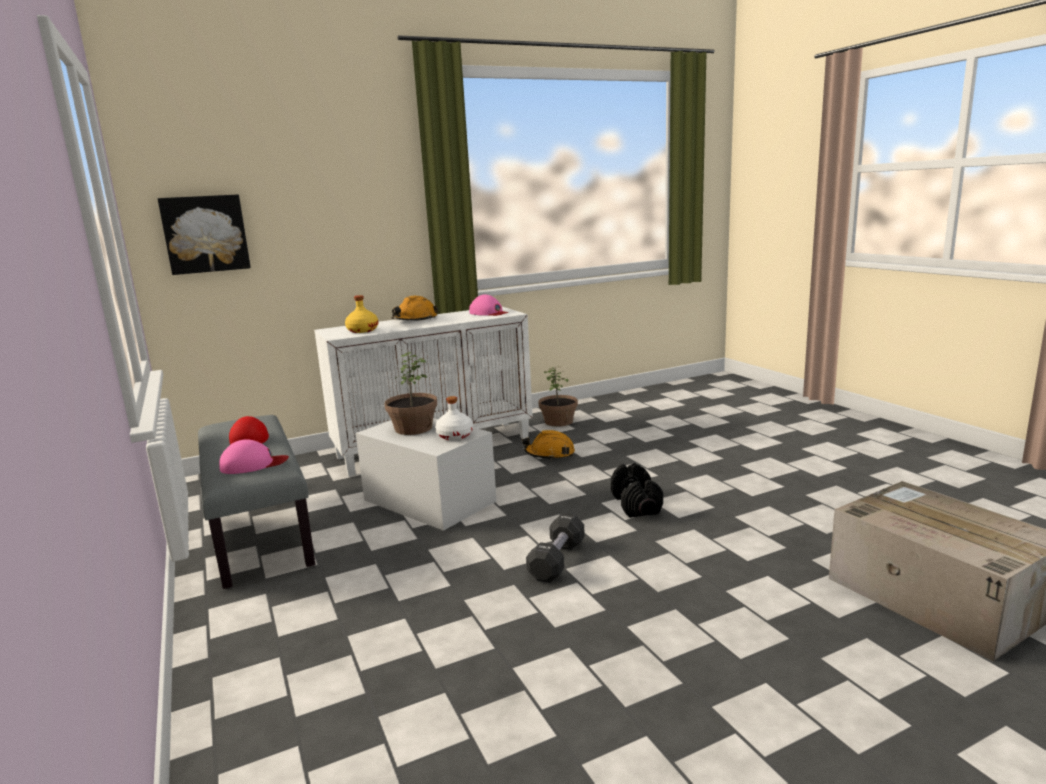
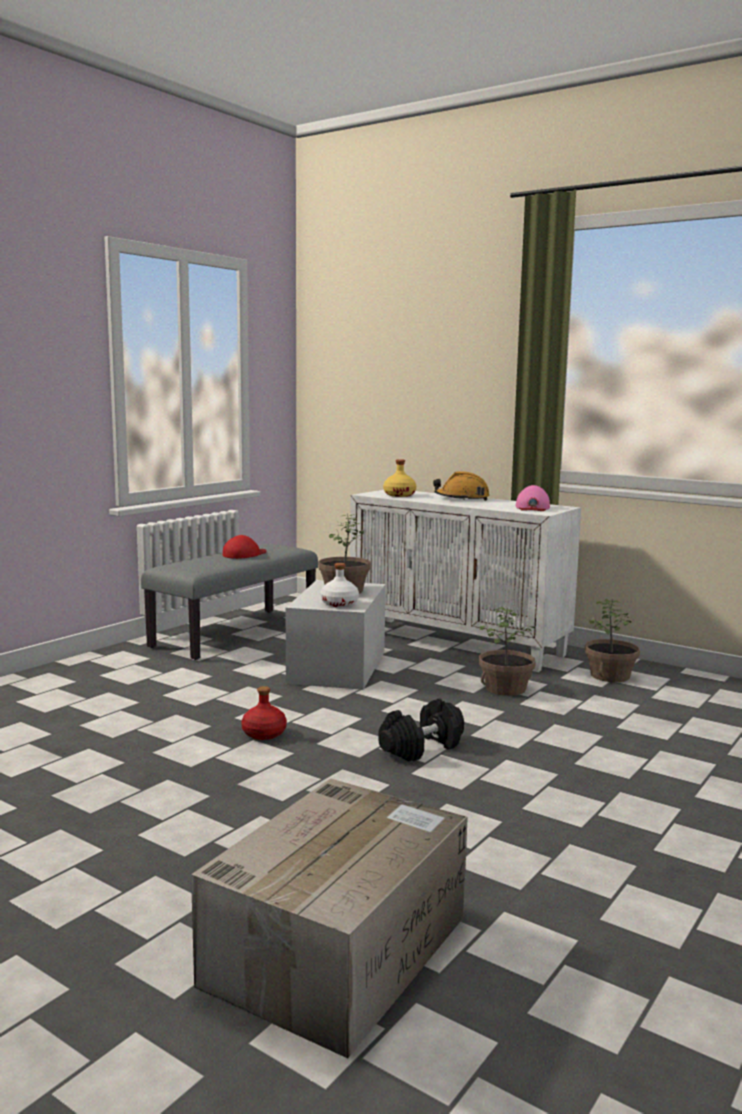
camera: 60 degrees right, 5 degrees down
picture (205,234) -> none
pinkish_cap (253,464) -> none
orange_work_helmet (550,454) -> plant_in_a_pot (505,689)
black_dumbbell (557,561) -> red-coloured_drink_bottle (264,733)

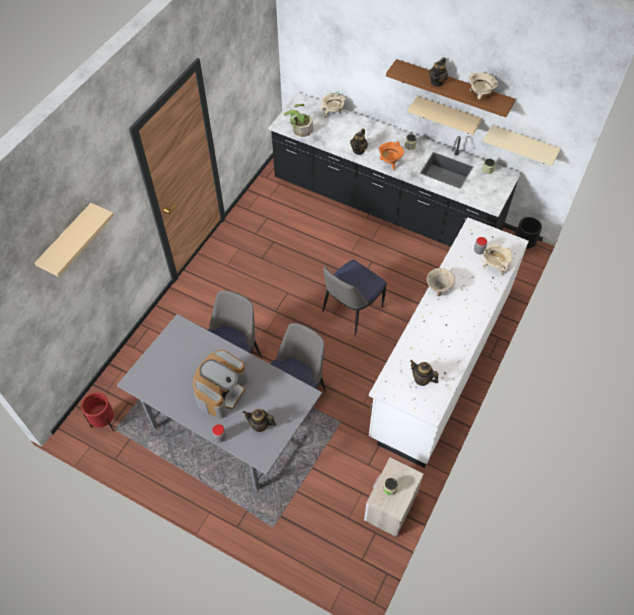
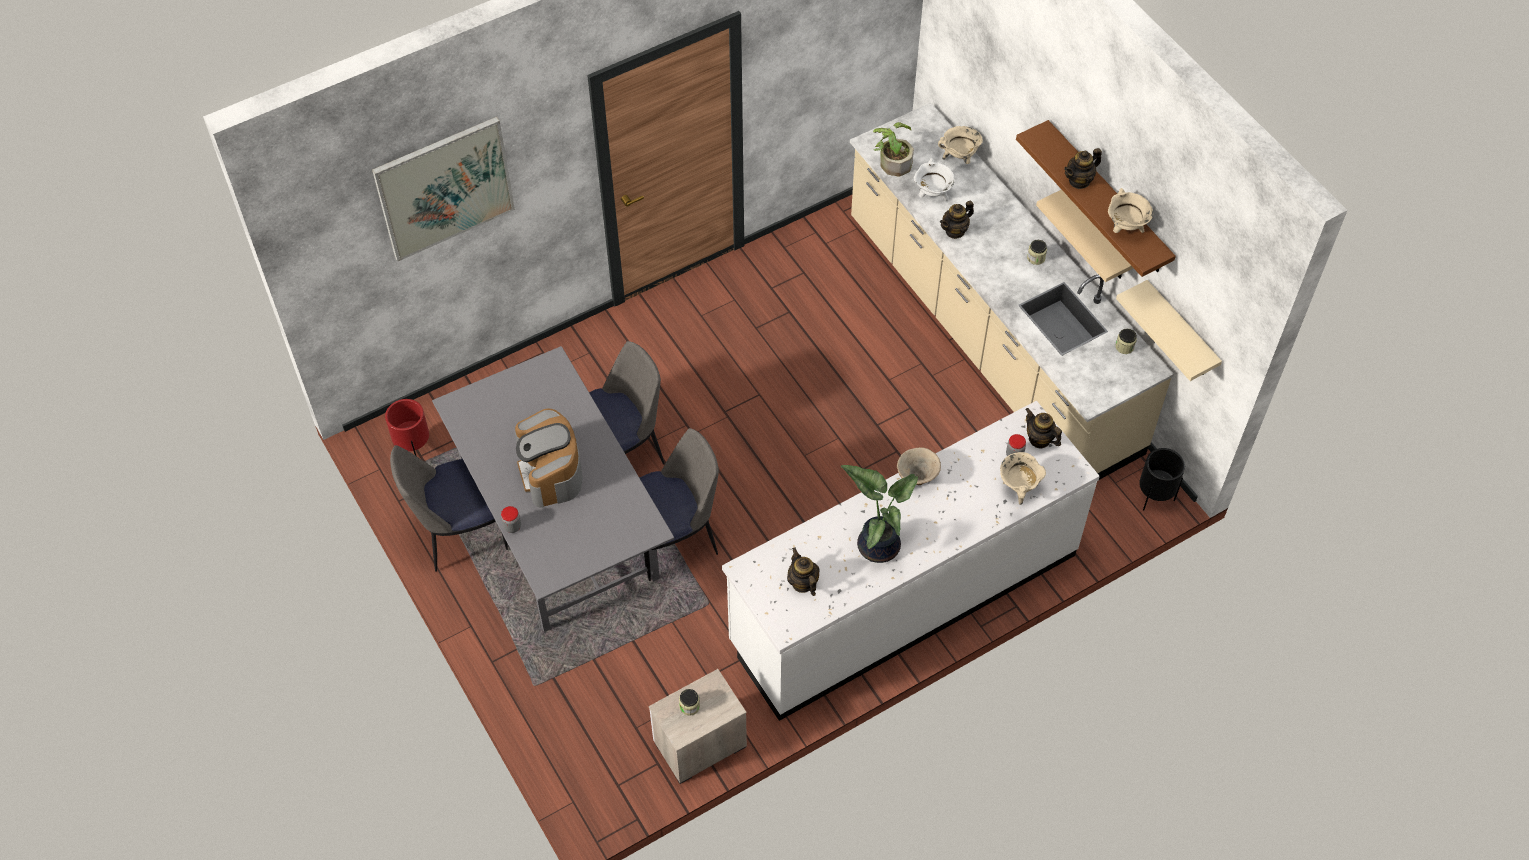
camera: 30 degrees right, 0 degrees up
beige_shelf (67,241) -> picture (444,188)
coffee_machine (221,391) -> coffee_machine (551,472), 105 degrees clockwise
tea_pot (260,425) -> tea_pot (1039,439), shifted
black_counter (385,206) -> beige_counter (990,336)
plain_chair (351,311) -> plain_chair (460,533), shifted
orange_stockpot (390,163) -> none
none -> plant_in_a_pot (878,544)
none -> white_stockpot (932,195)

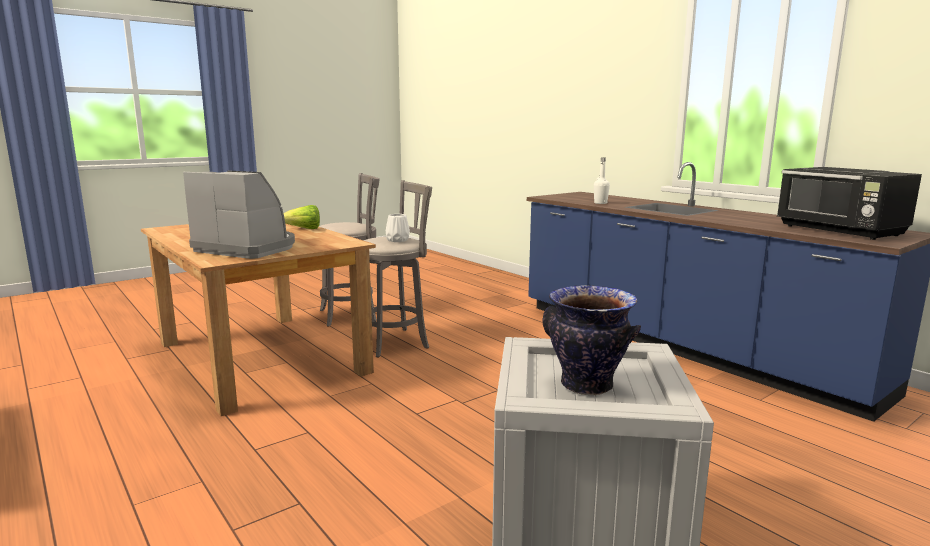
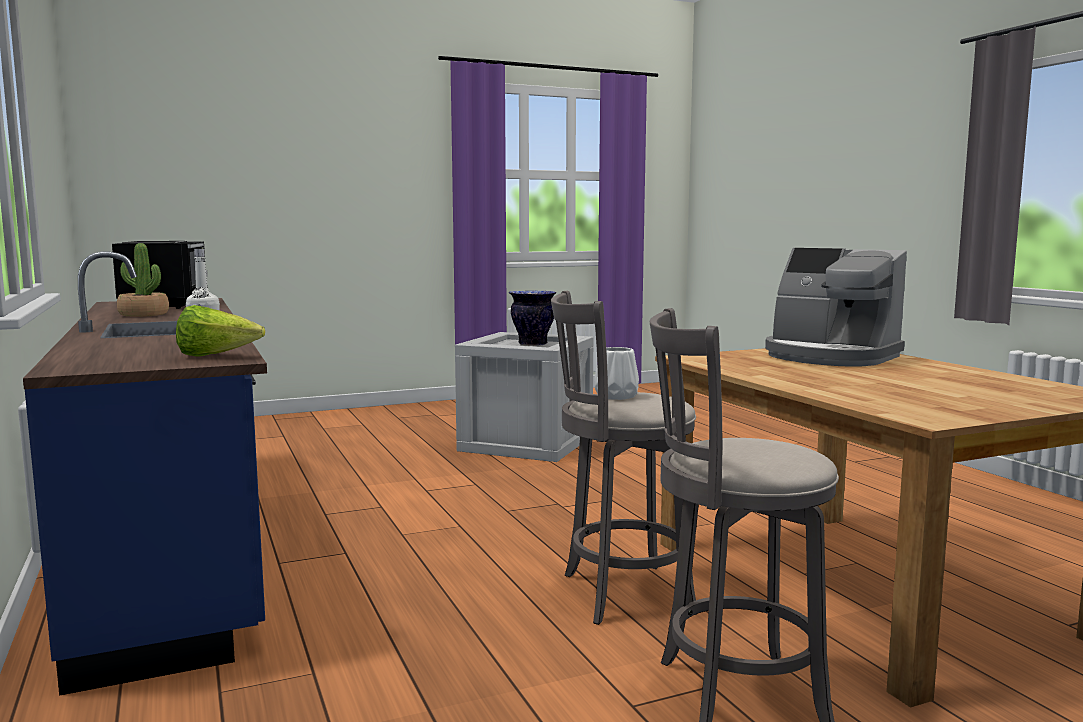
camera: 165 degrees left, 5 degrees down
lettuce (303,229) -> lettuce (216,356), shifted
none -> plant_in_a_pot (143,314)

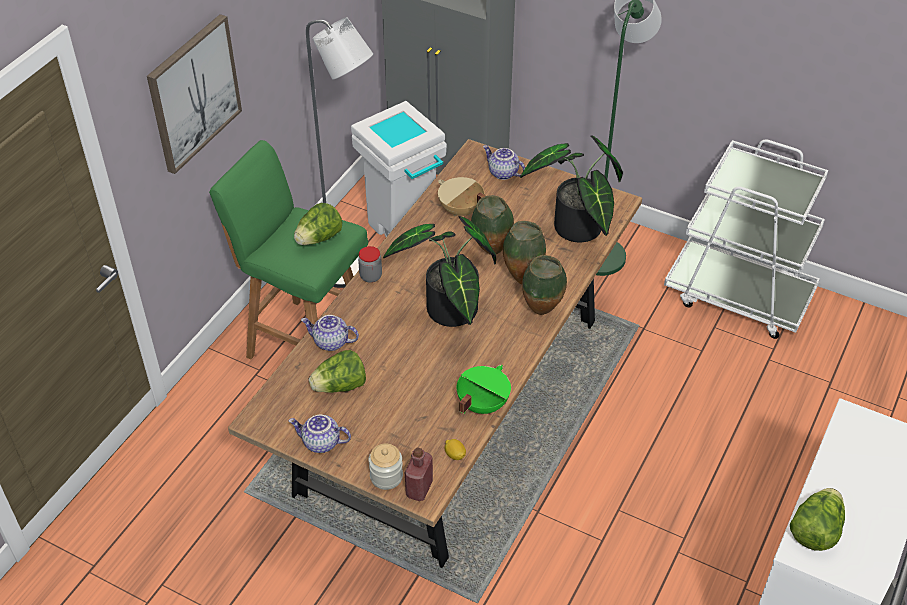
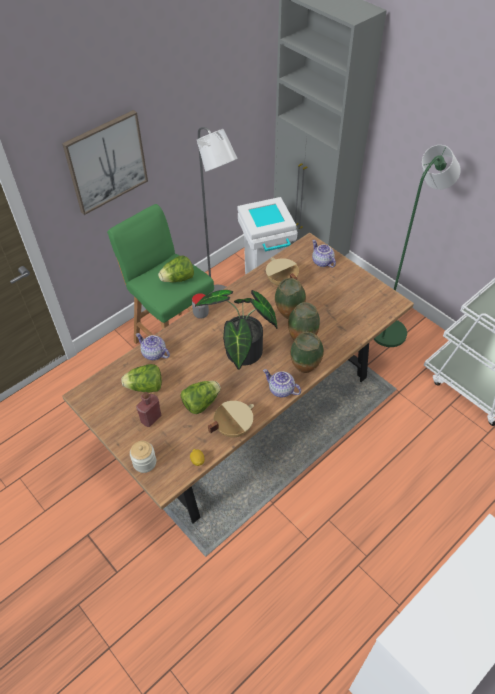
camera: 20 degrees right, 5 degrees up
tea_pot (320,443) -> tea_pot (280,390), shifted
red-coloured_drink_bottle (419,489) -> red-coloured_drink_bottle (151,418), shifted
green_stockpot (481,404) -> beige_stockpot (233,427)
plant_in_a_pot (576,231) -> none
lettuce (815,530) -> lettuce (201,403), shifted

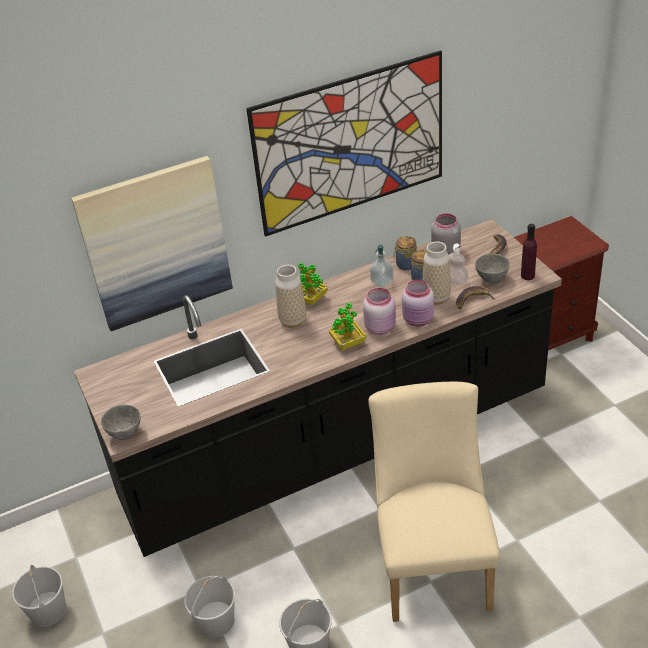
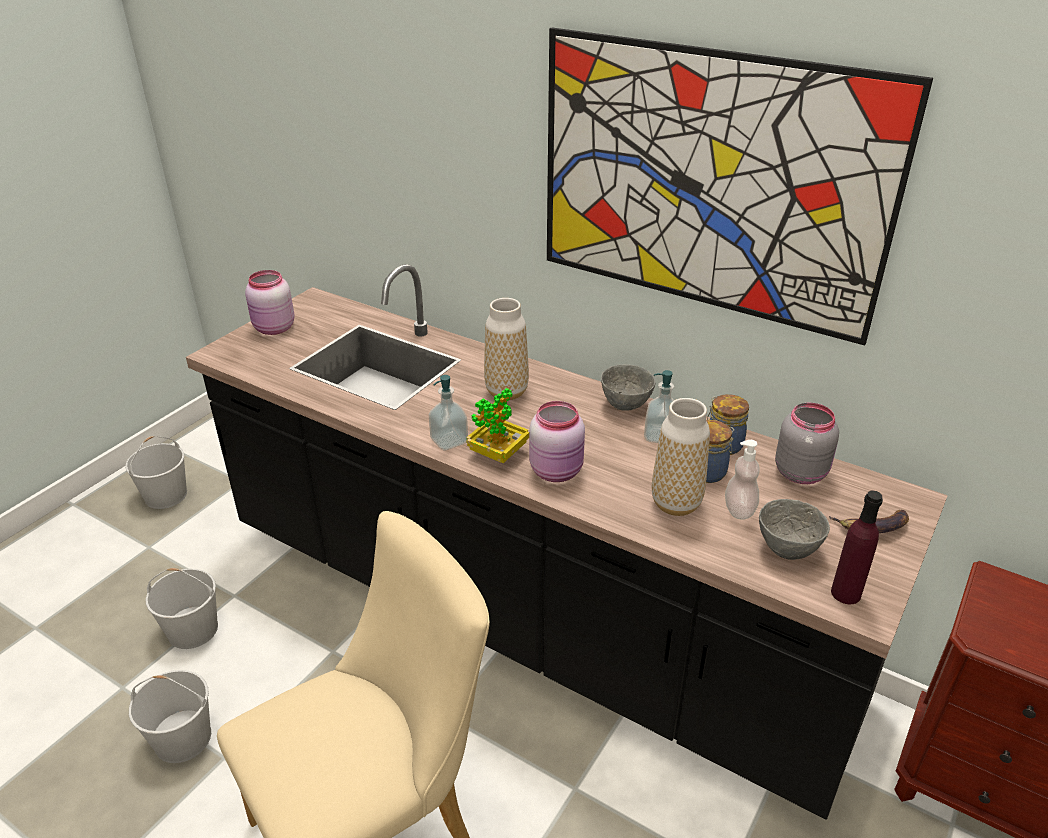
camera: 55 degrees right, 5 degrees down
picture (155,243) -> none
gray_bowl (125,433) -> gray_bowl (626,405), shifted
plant_in_a_pot (310,299) -> none
pinkish_storage_jar (419,320) -> pinkish_storage_jar (273,329), shifted
banana_fruit (472,300) -> none
none -> soap_bottle (449,441)

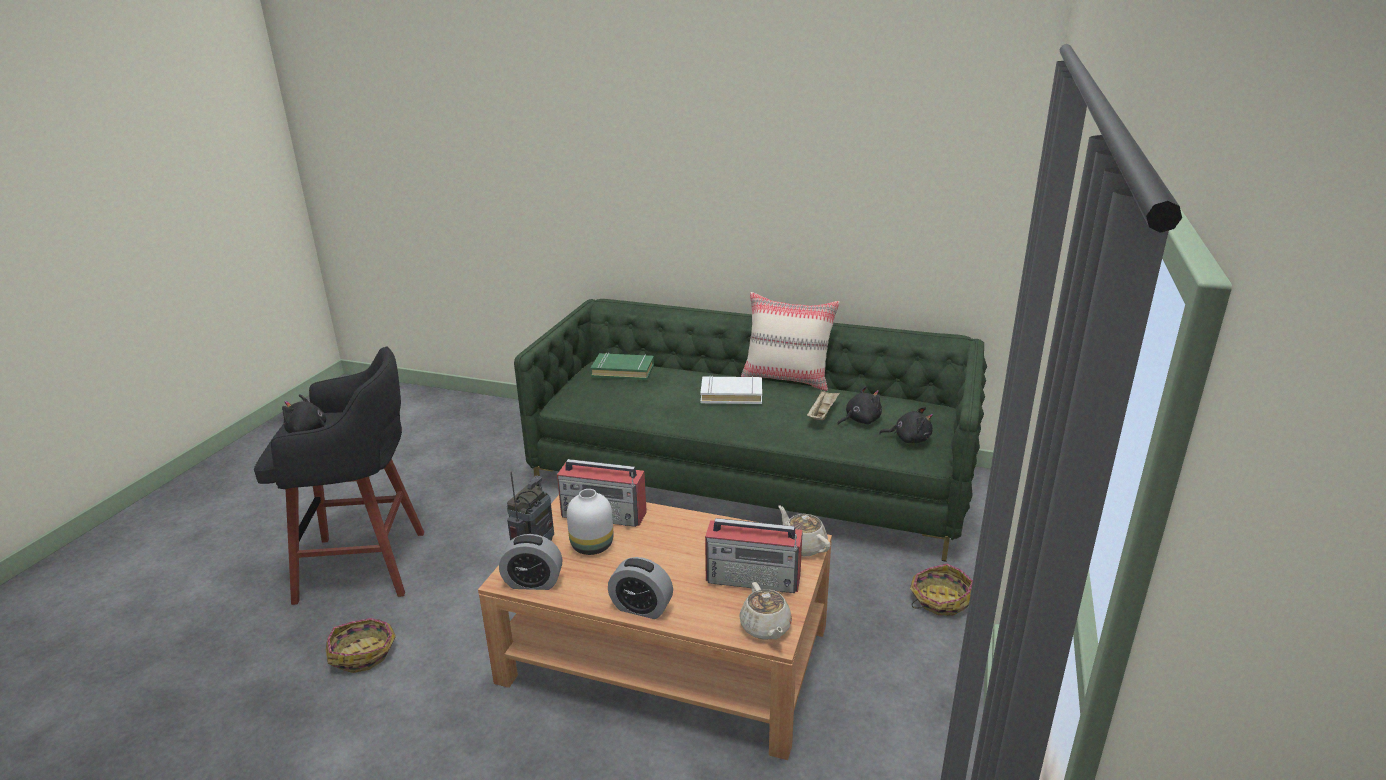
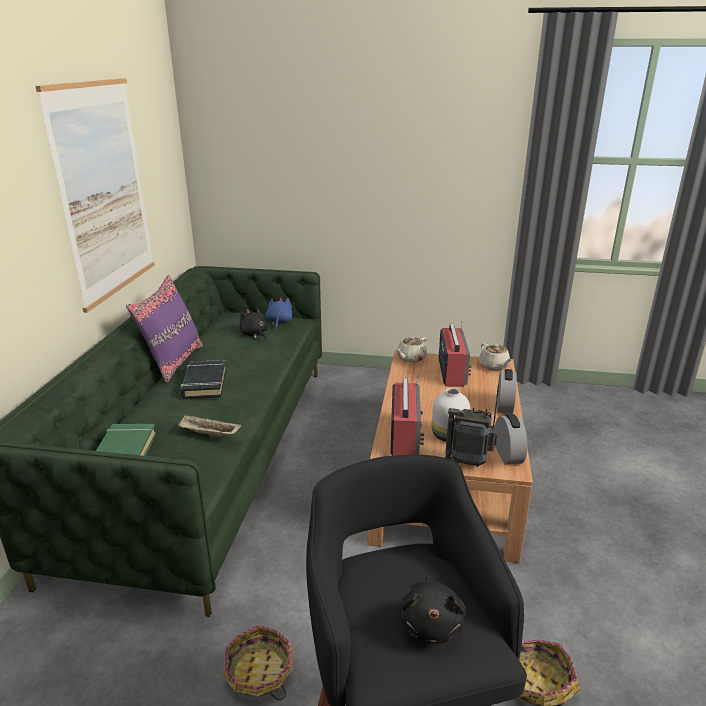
camera: 100 degrees left, 0 degrees up
white_volume (731,394) -> black_volume (204,384)
beige_tea_pot (765,628) -> beige_tea_pot (494,366), 90 degrees clockwise
beige_throw_pillow (787,379) -> purple-coloured_throw_pillow (173,362)
beige_carrying_tray (822,413) -> beige_carrying_tray (209,435), shifted
black_cuddly_toy (909,439) -> blue_cuddly_toy (279,322)
basket (939,600) -> basket (259,673), shifted
none -> picture (103,191)

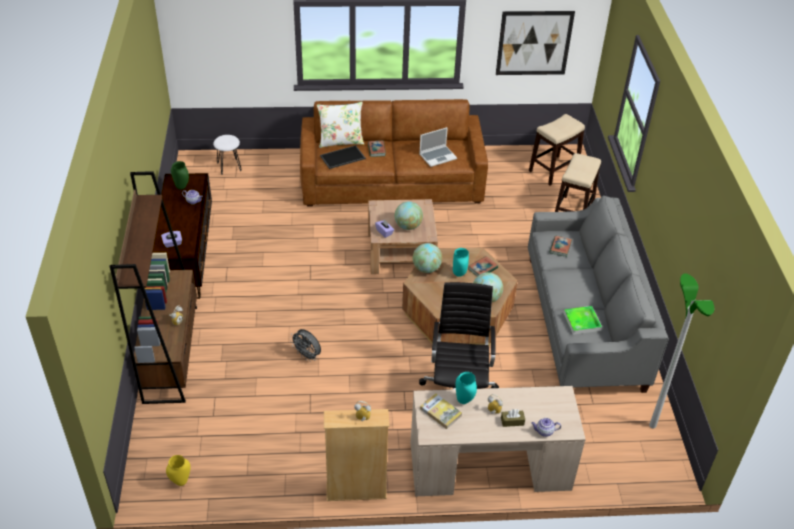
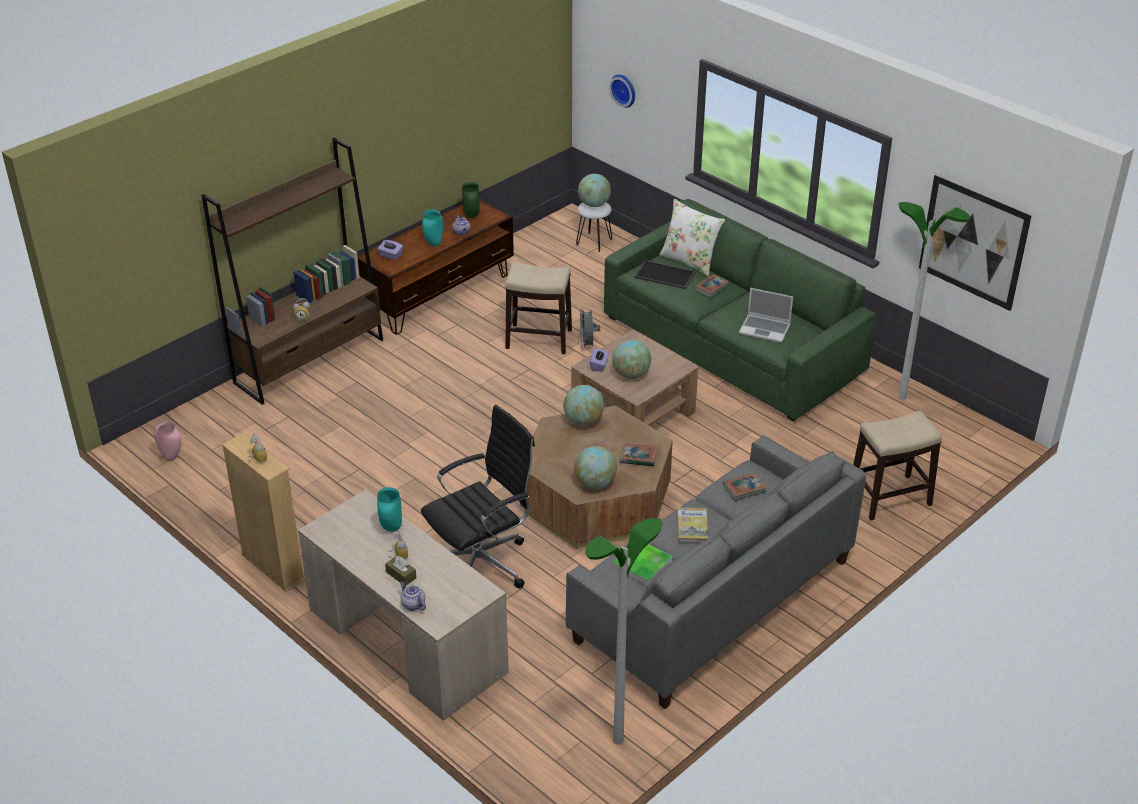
camera: 50 degrees right, 5 degrees down
yellowish_flower_vase (181,482) -> pinkish_flower_vase (171,458)
gray_cooling_fan (307,356) -> gray_cooling_fan (587,345), shifted
brown-coloured_couch (391,181) -> green_couch (732,345)
volume (440,412) -> volume (692,527), shifted
turquoise_flower_vase (459,274) -> turquoise_flower_vase (433,244), shifted
sitting_stool (554,170) -> sitting_stool (539,339), shifted
none -> desk_globe (594,204)
none -> wall_clock (624,90)
none -> floor_lamp (902,397)

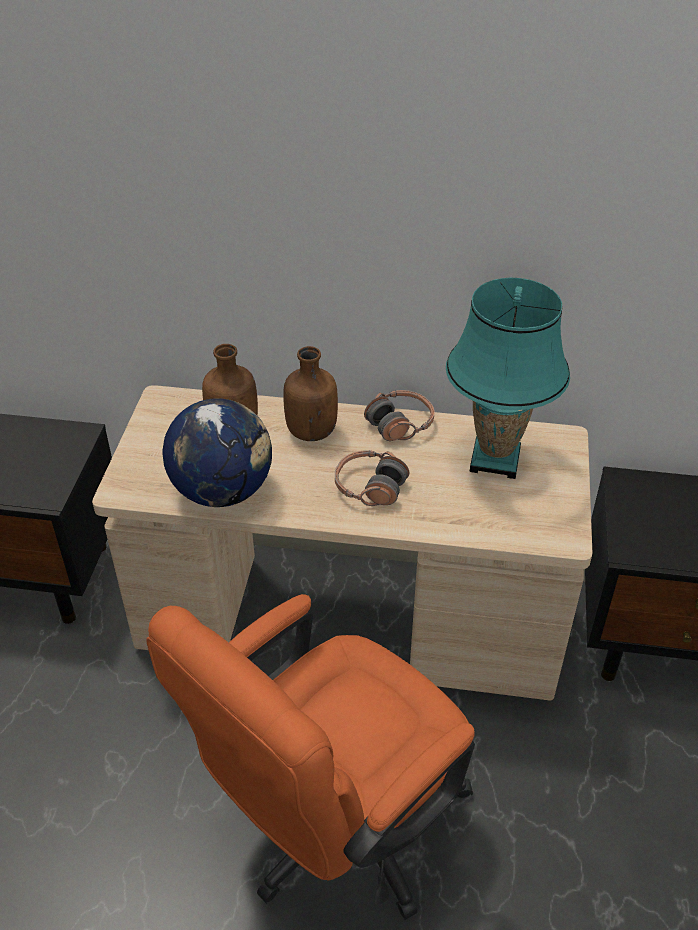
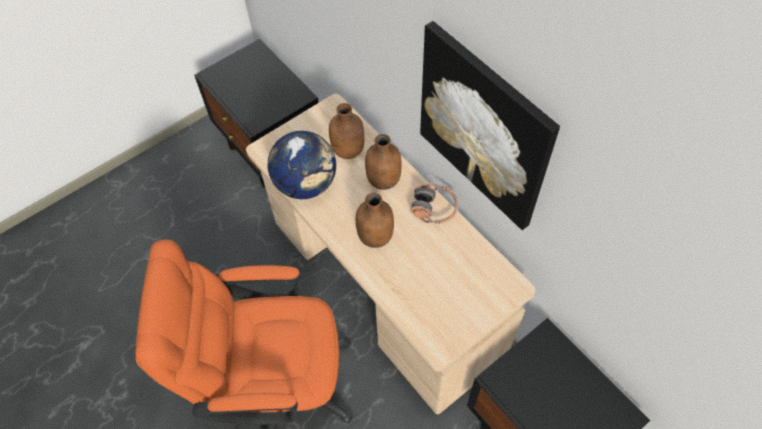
camera: 45 degrees right, 15 degrees up
pair_of_headphones (370,487) -> brown-coloured_drink_bottle (375,236)
turquoise_table_lamp (495,459) -> none
none -> picture (484,127)

